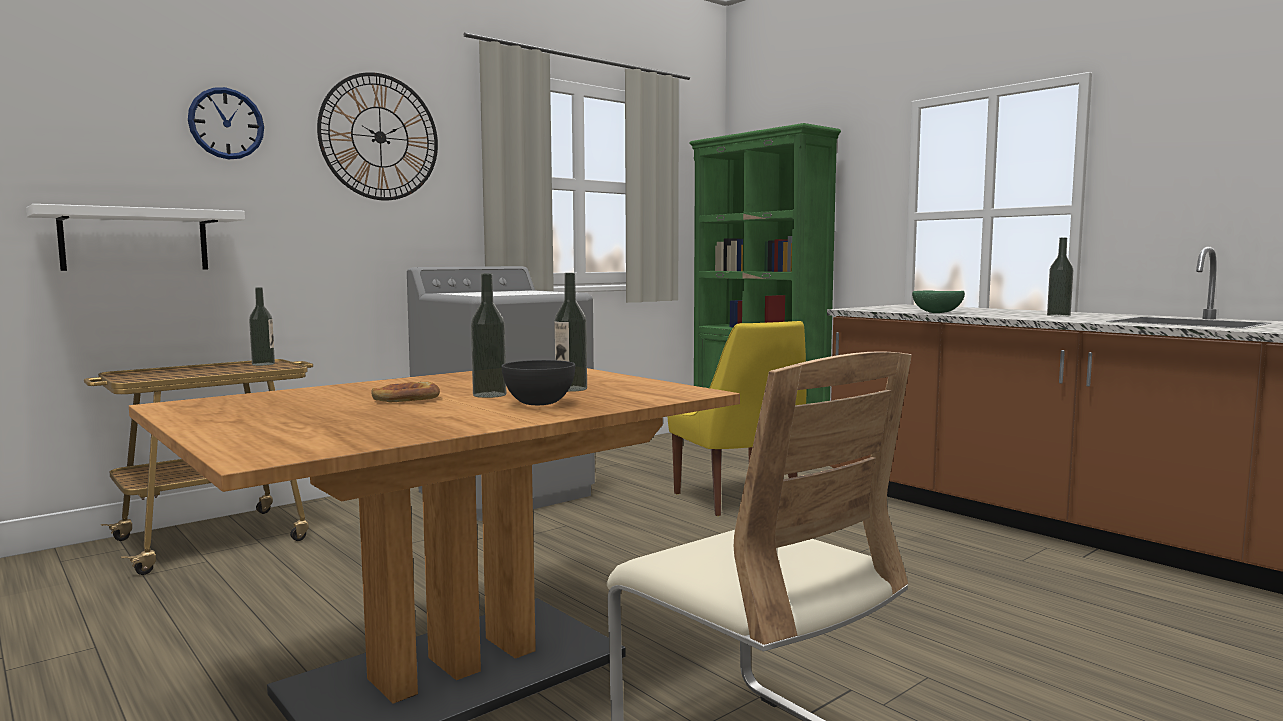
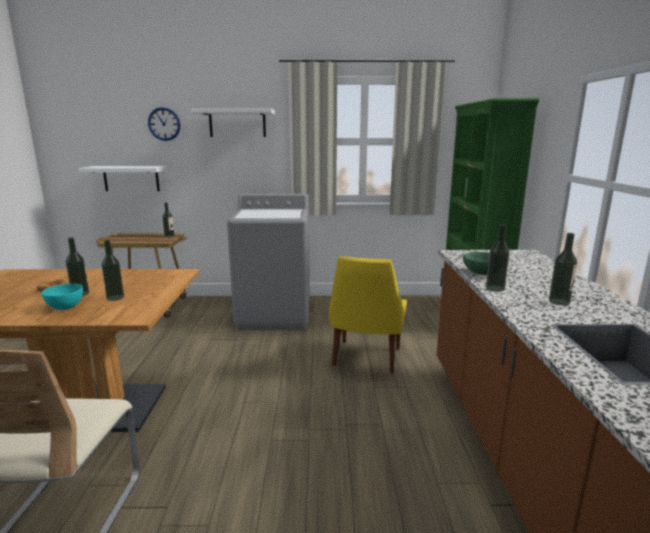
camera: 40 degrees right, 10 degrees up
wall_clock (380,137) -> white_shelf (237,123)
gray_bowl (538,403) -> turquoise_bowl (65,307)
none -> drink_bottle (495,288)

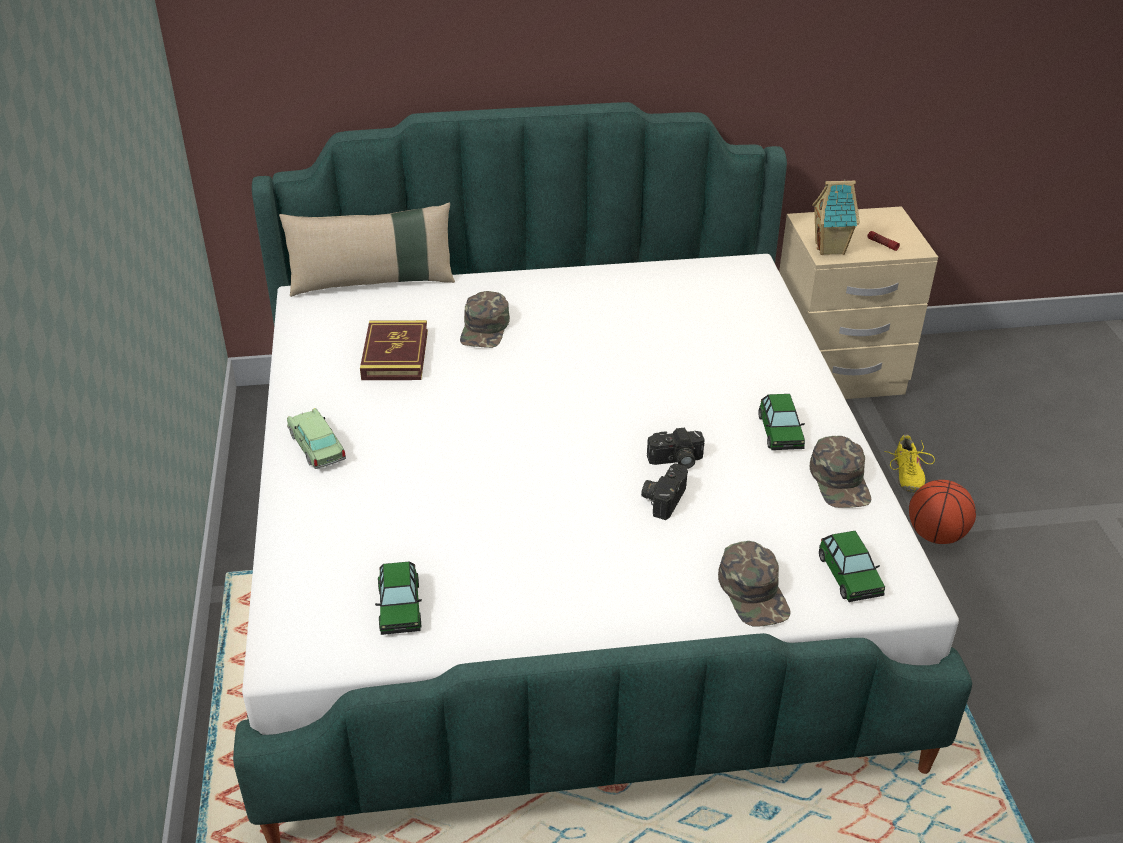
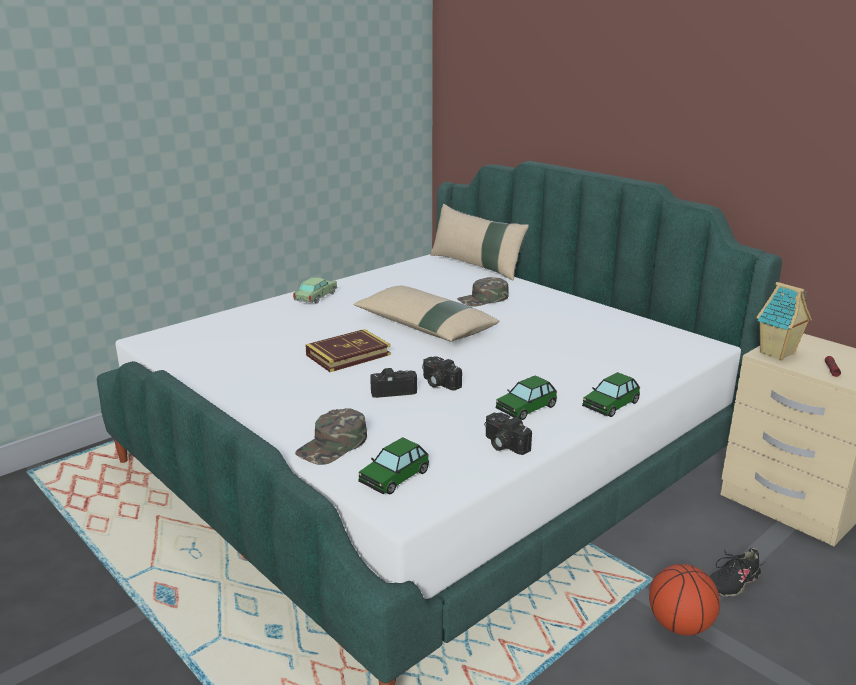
camera: 55 degrees right, 15 degrees down
volume (395,355) -> volume (348,355), shifted
model_car (399,607) -> model_car (610,405), shifted
green_cap (840,481) -> photo_camera (503,445)
yellowish_item_of_footwear (906,474) -> black_item_of_footwear (731,582)
none -> beige_throw_pillow (424,326)

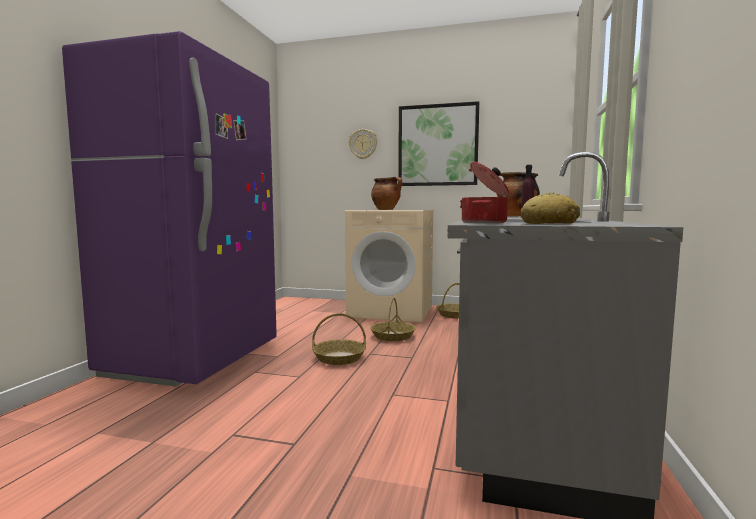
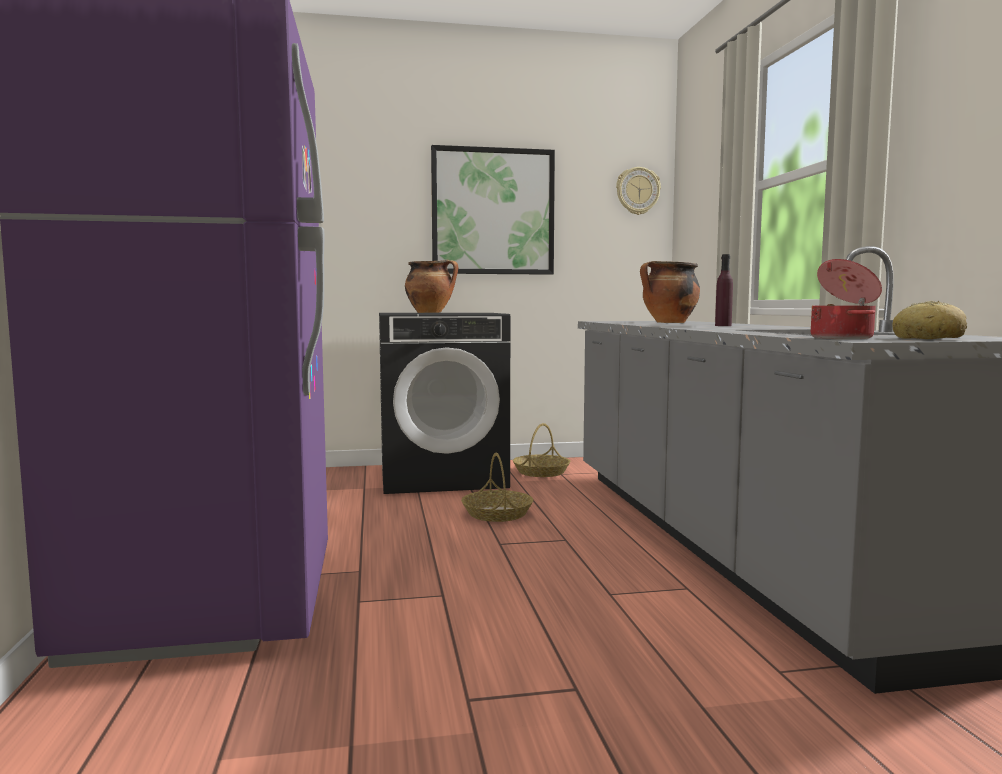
camera: 25 degrees left, 0 degrees up
basket (339,358) -> none
beige_laundry_appliance (392,311) -> black_laundry_appliance (443,476)
wall_clock (363,144) -> wall_clock (637,191), shifted

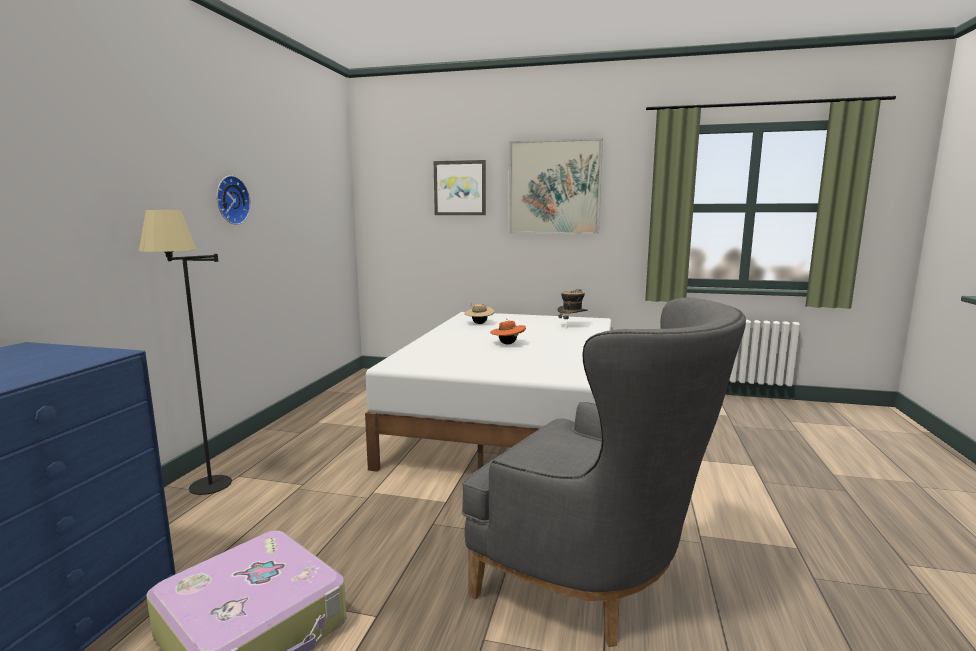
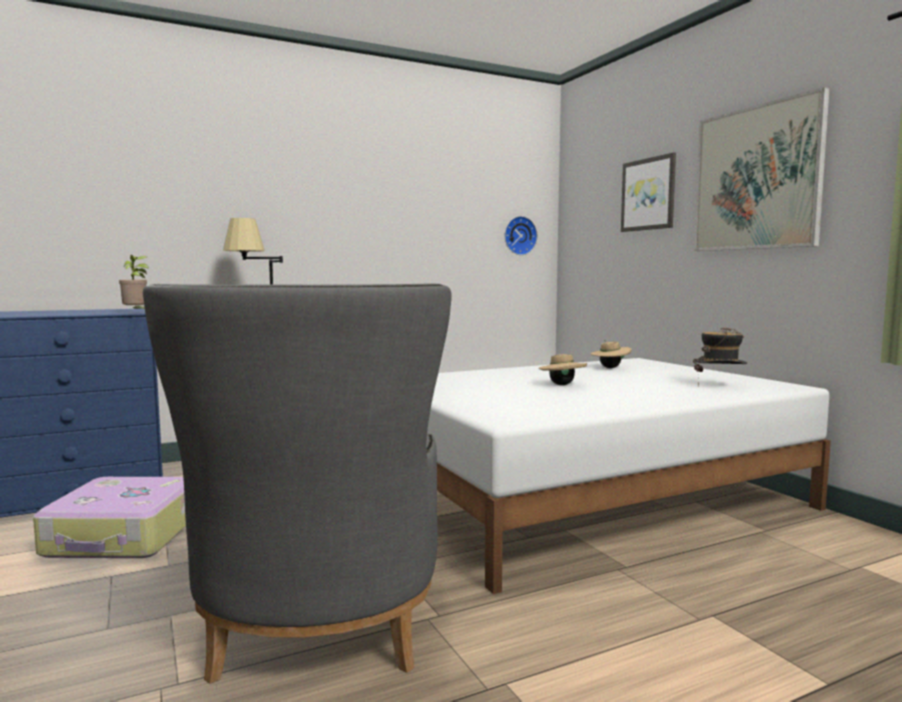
camera: 50 degrees right, 5 degrees down
wall_clock (230,200) -> wall_clock (519,235), shifted
orange_hat (507,344) -> beige_hat (562,385)
none -> plant_in_a_pot (136,313)

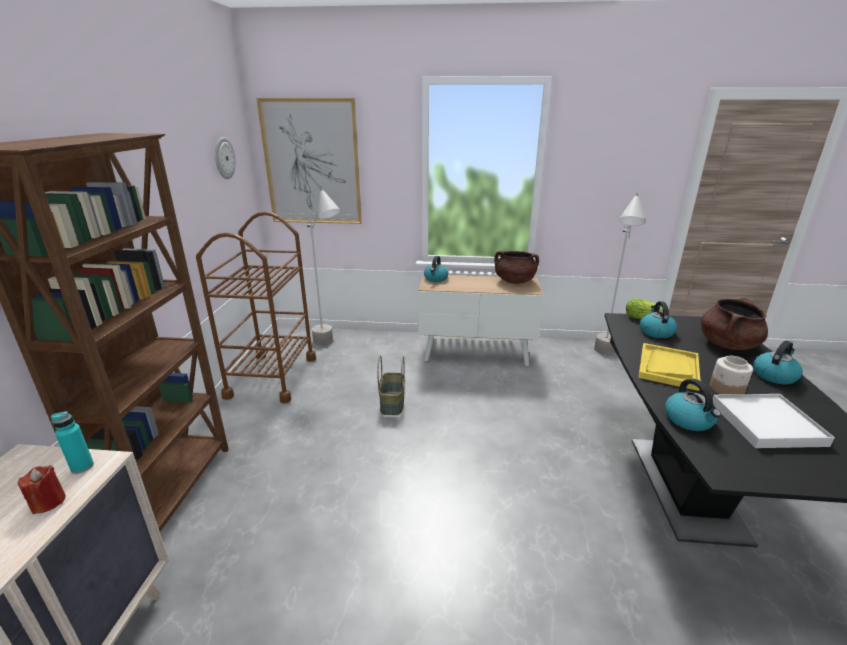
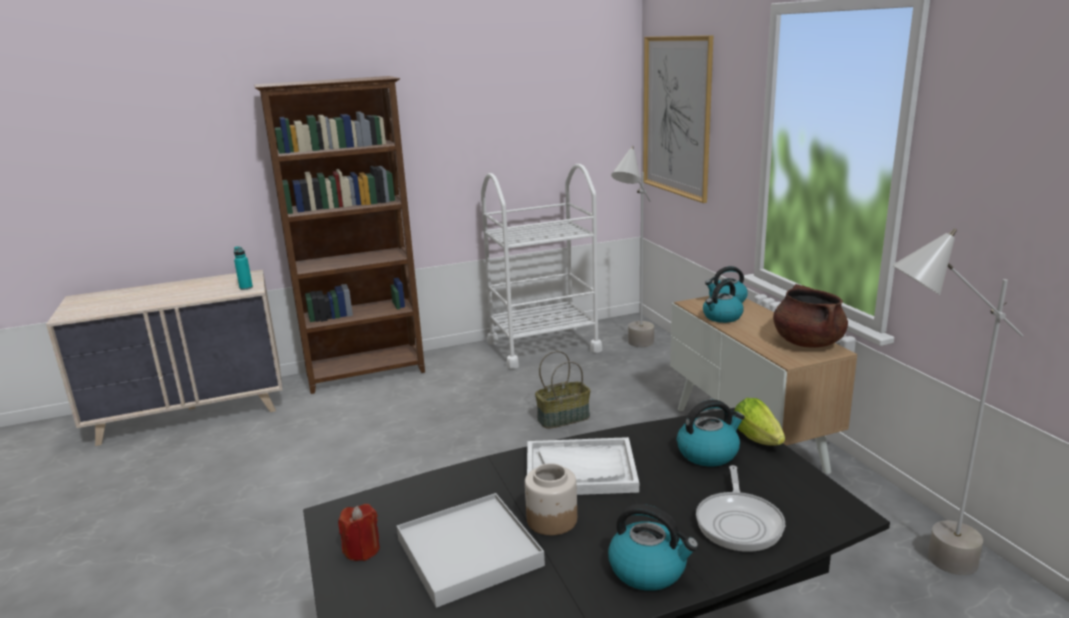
camera: 65 degrees right, 5 degrees down
red-coloured_wax_candle (48,502) -> red-coloured_wax_candle (362,550), shifted
brown-coloured_wheeled_cart (272,377) -> white_wheeled_cart (543,346)
wall_clock (224,158) -> none
yellowish_carrying_tray (668,367) -> white_carrying_tray (581,470)
kettle (689,420) -> kettle (722,317), shifted
brown-coloured_stockpot (727,344) -> pan (739,523)

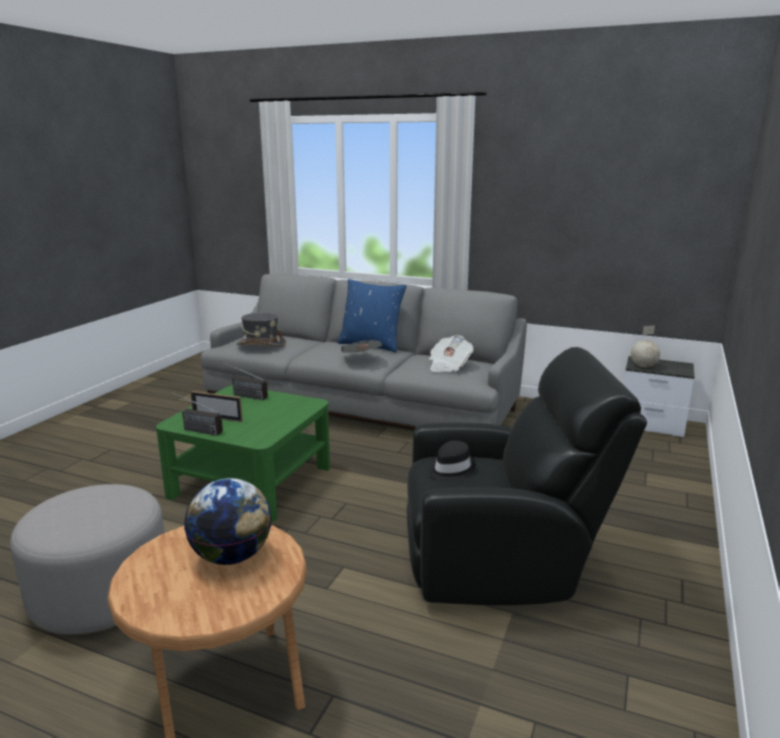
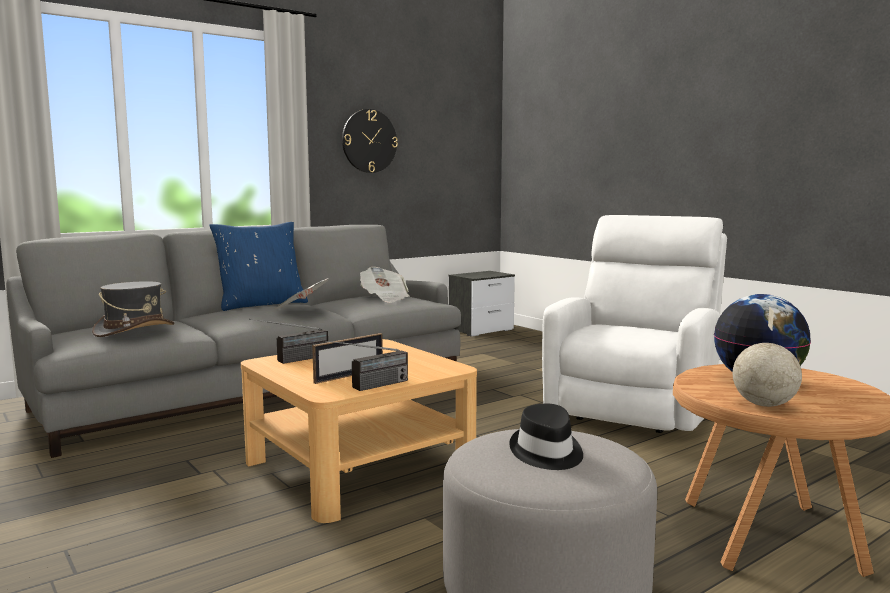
camera: 60 degrees left, 10 degrees down
green_lounge_table (252,480) -> beige_lounge_table (359,467)
black_lounge_chair (502,561) -> white_lounge_chair (635,407)
black_hat (451,469) -> black_hat (546,453), shifted
desk_globe (643,366) -> desk_globe (763,405), shifted
none -> wall_clock (369,141)

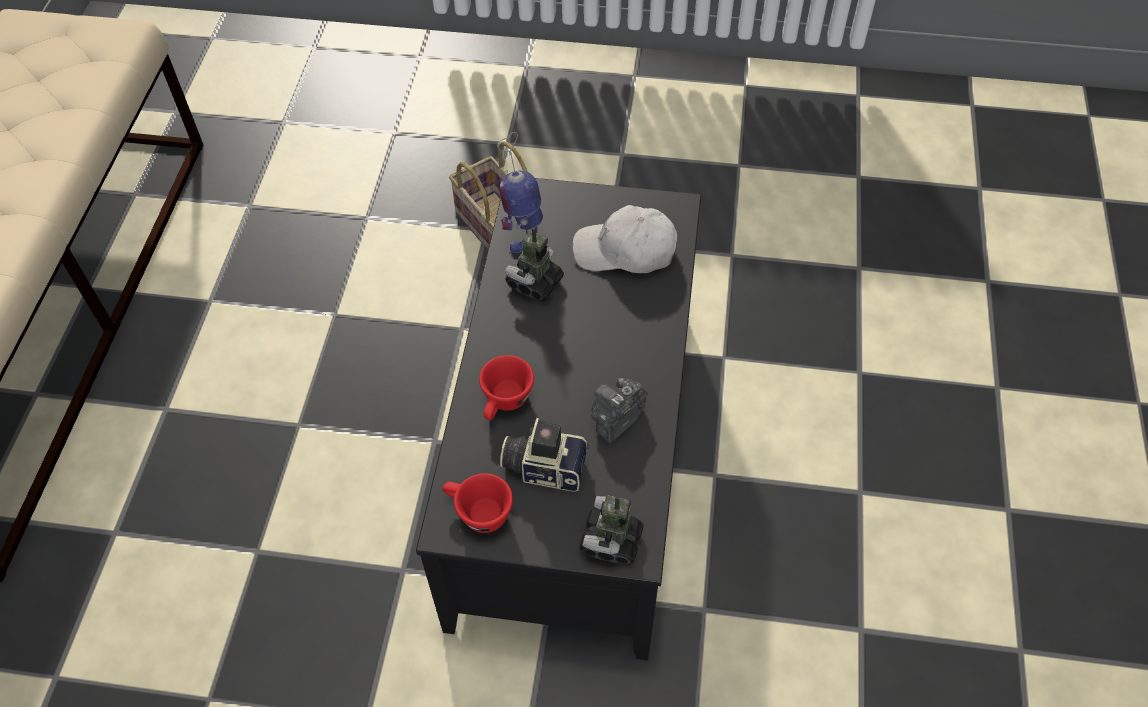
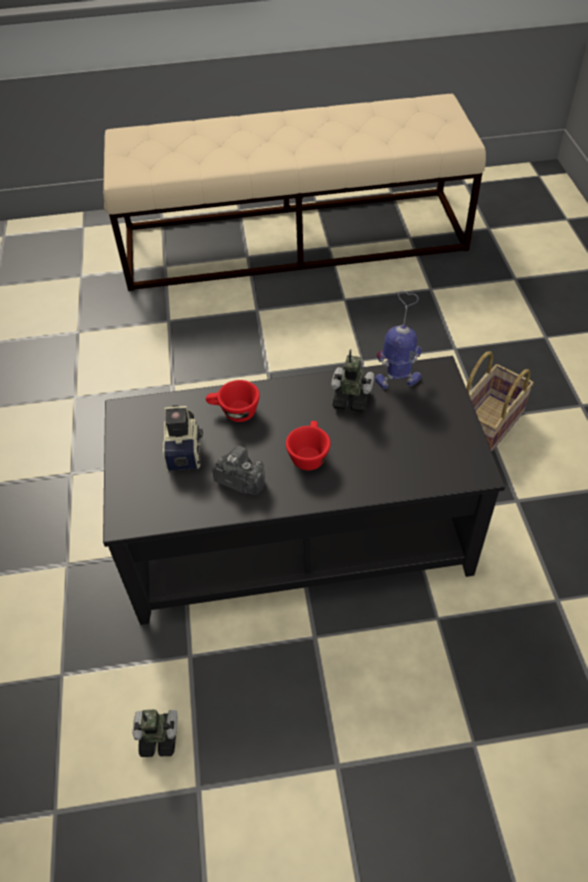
camera: 75 degrees right, 5 degrees down
red-coloured_small_cup (477,513) -> red-coloured_small_cup (308,454), shifted
white_cap (625,251) -> none
model_robot (611,541) -> model_robot (159,738), shifted

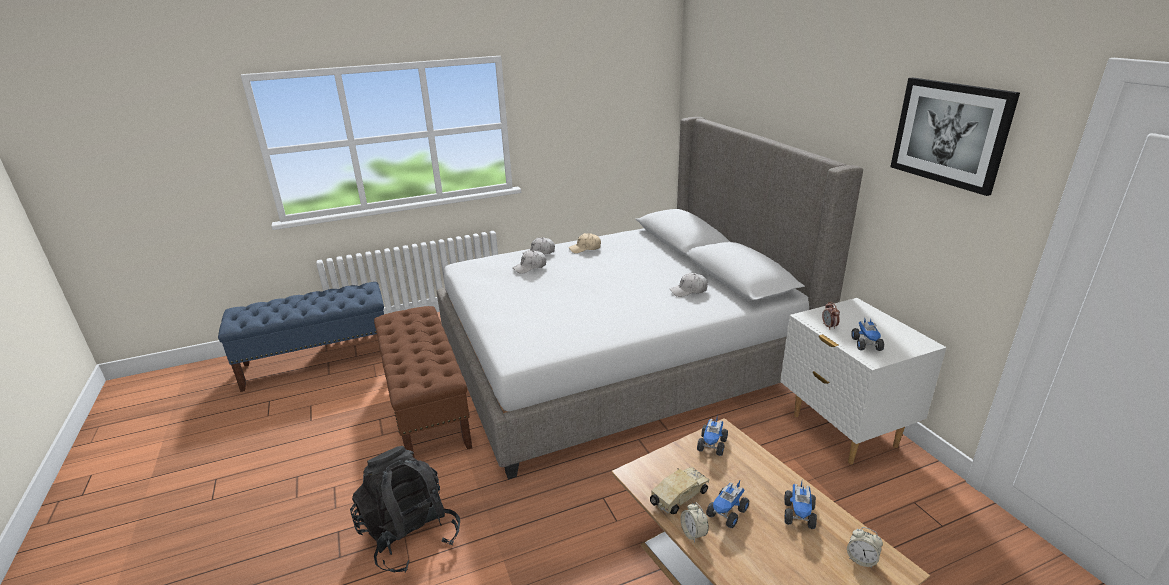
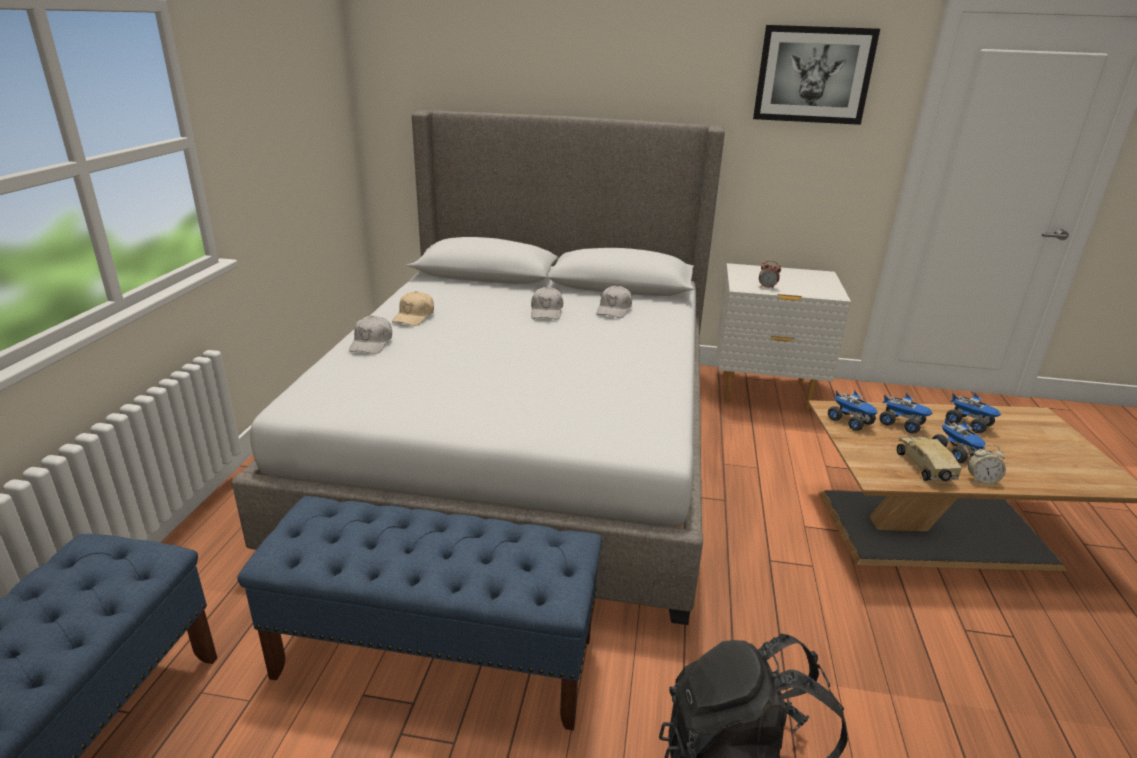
camera: 60 degrees left, 0 degrees up
brown-coloured_long_seat (426,408) -> blue_long_seat (437,657)
white_cap (530,267) -> white_cap (546,311), shifted
alarm_clock (861,559) -> none
model_truck (867,344) -> model_truck (901,424), shifted

